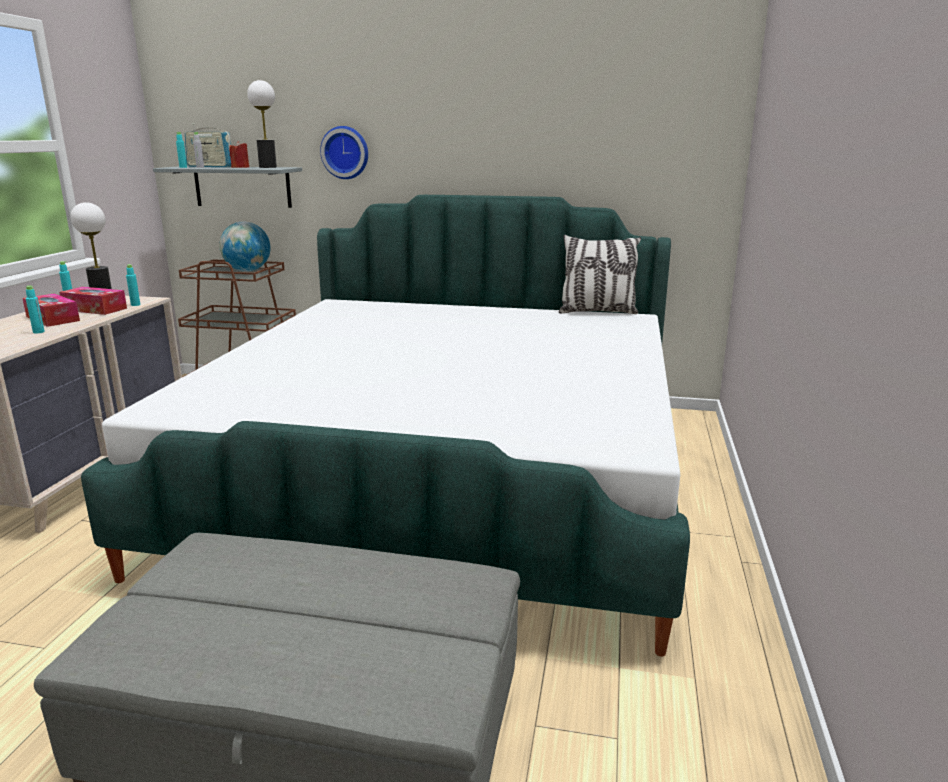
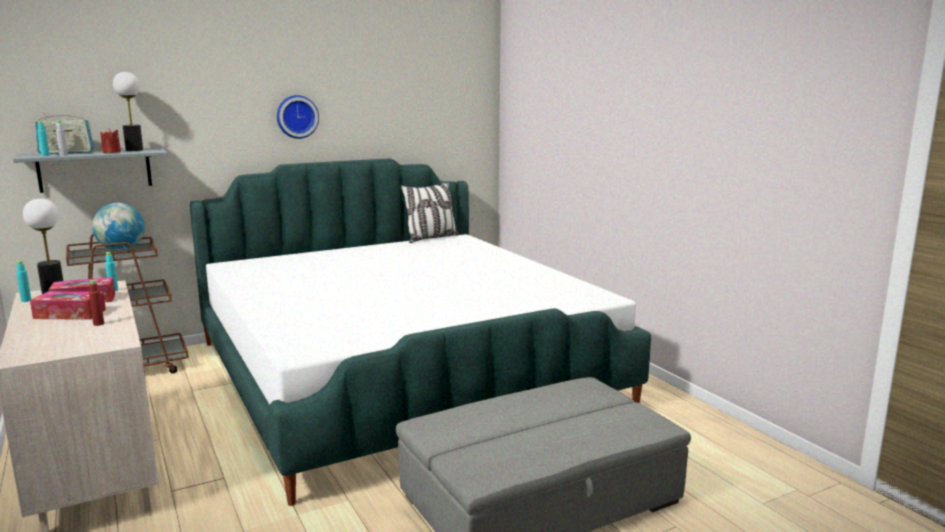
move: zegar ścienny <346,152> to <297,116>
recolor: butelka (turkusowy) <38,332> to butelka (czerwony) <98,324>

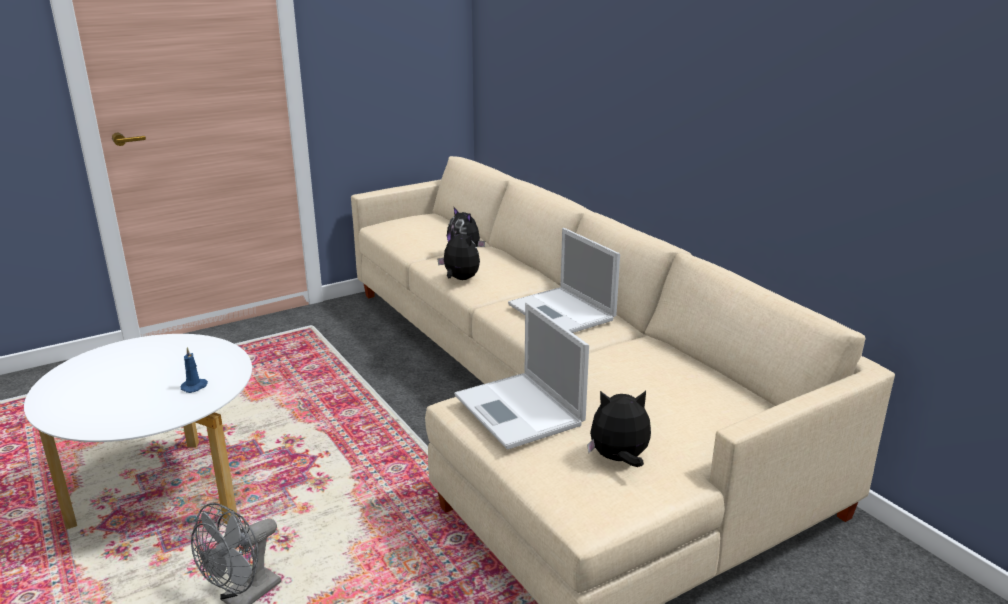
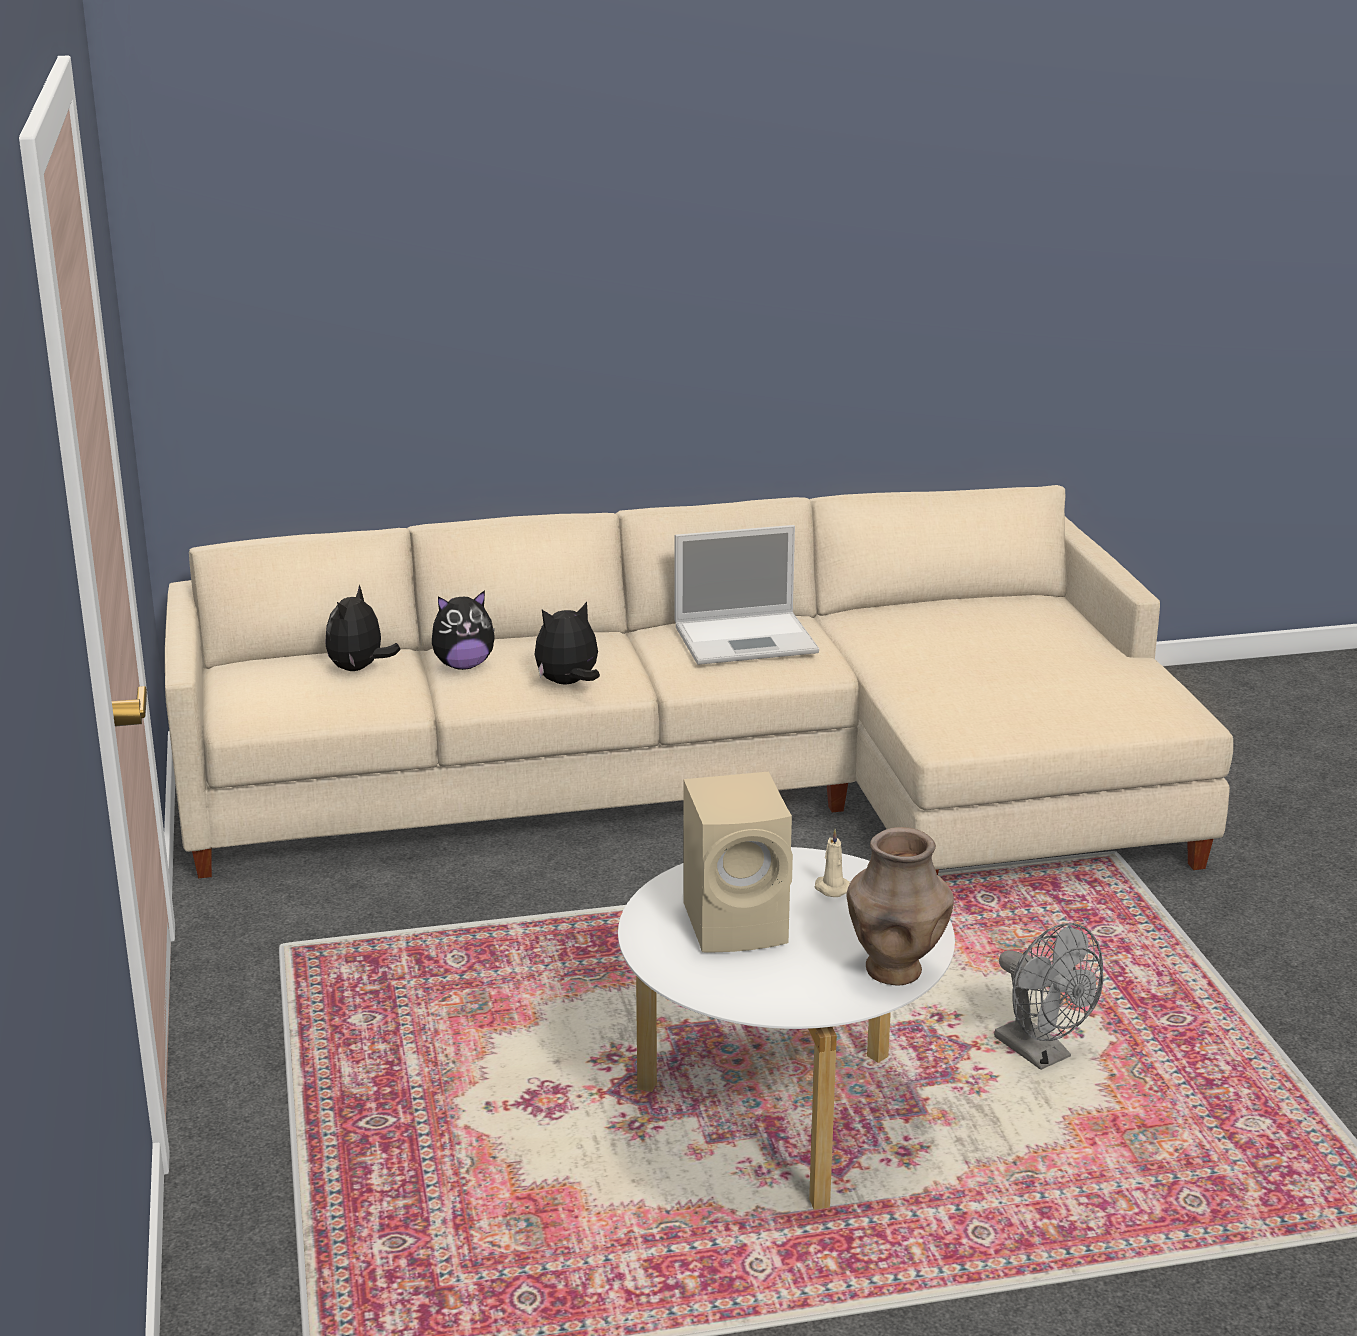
delete: laptop <520,411>
insert: głośnik (beżowy) <739,924>; wazon (brązowy) <894,971>
move: pluszak <619,460> to <359,669>
recolor: świeca (niebieski) <195,386> to świeca (beżowy) <831,888>

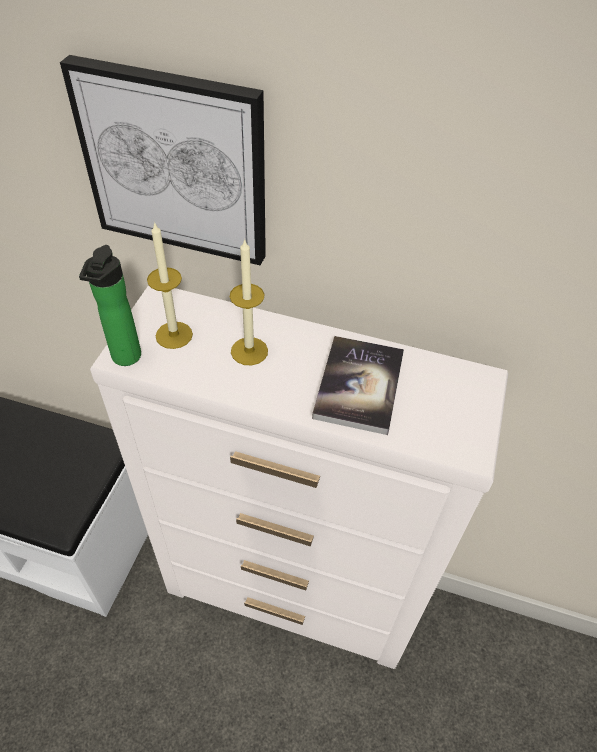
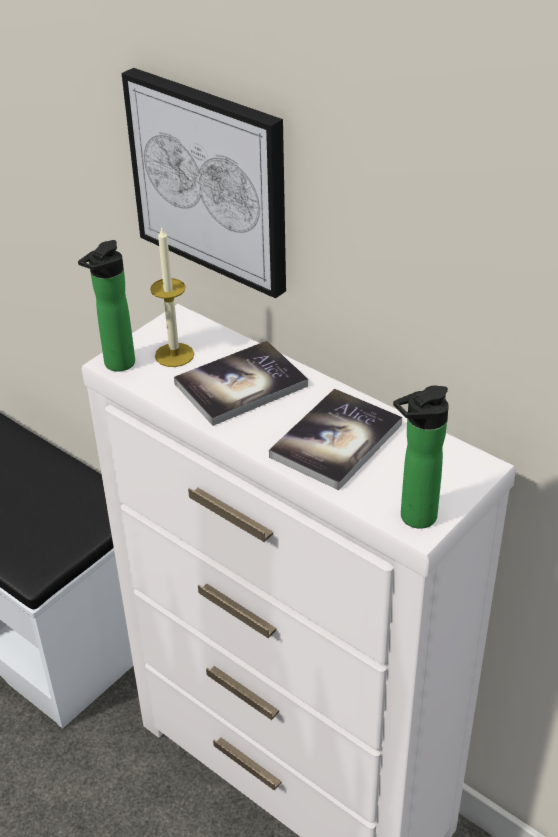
insert: butelka <413,518>
replace: świeca <249,351> to książka <241,385>

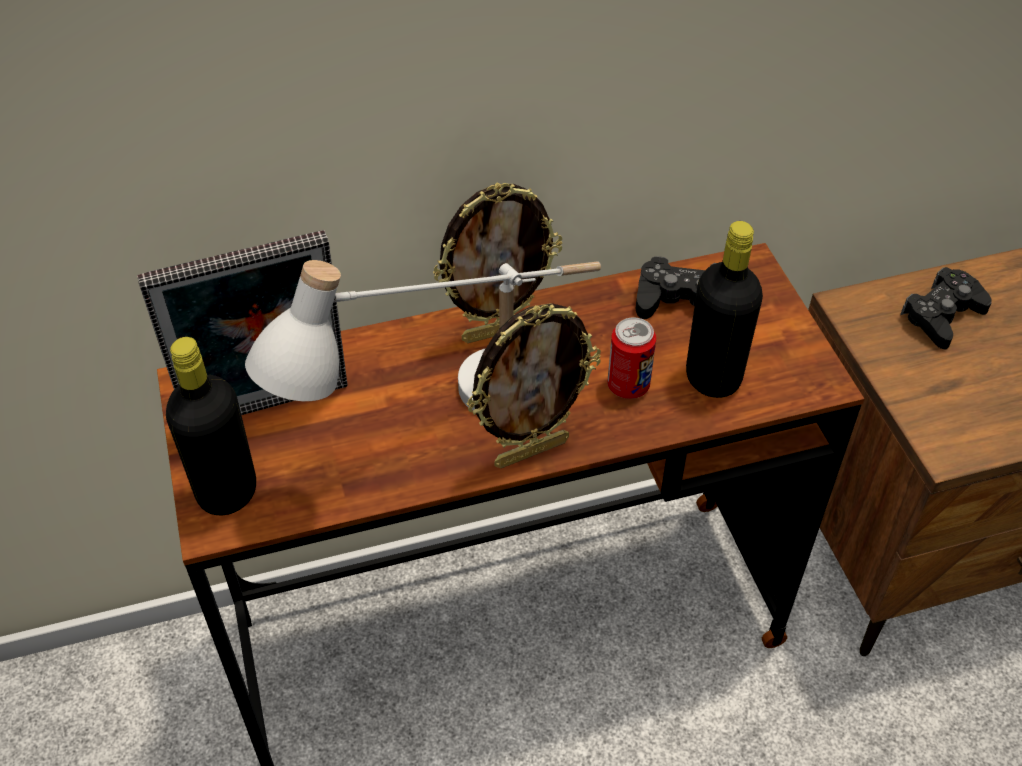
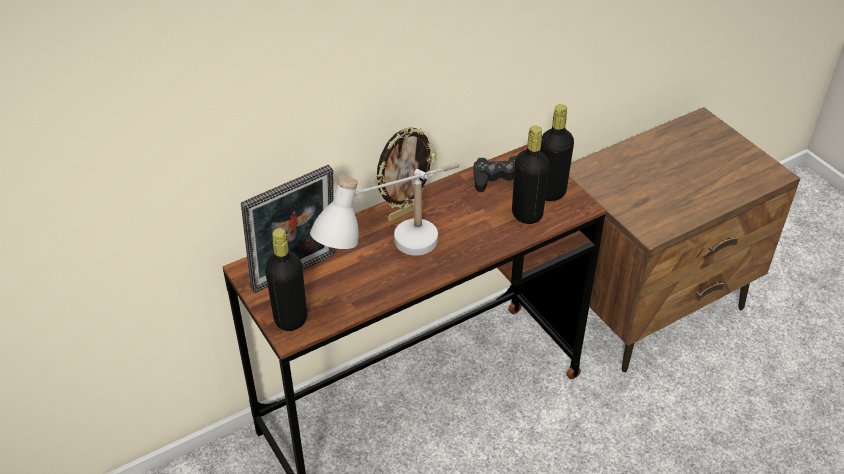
delete: ramka na zdjęcie <531,451>; puszka <628,386>; pad do gier (czarny) <942,315>
insert: butelka (czarny) <550,192>

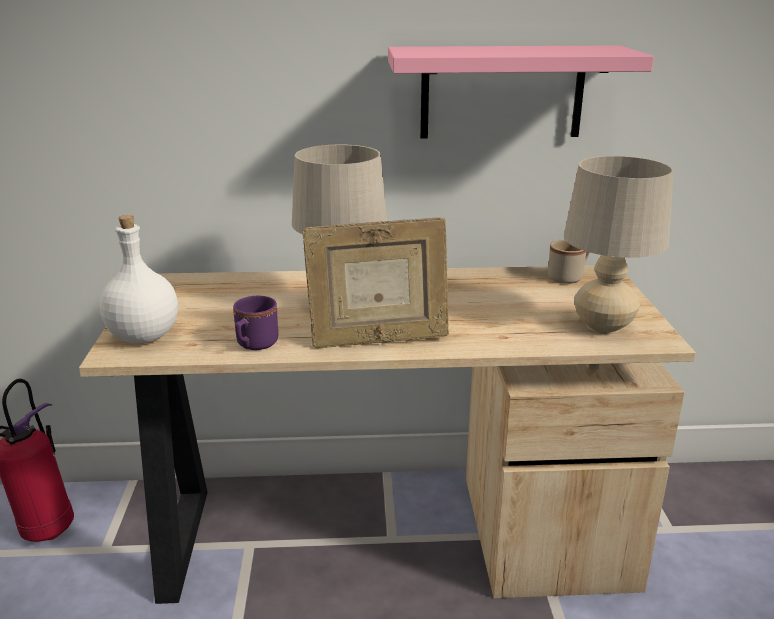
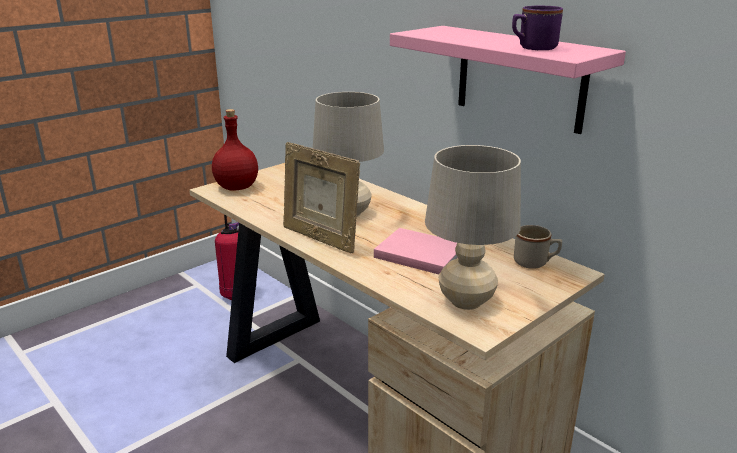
insert: książka (różowy) <418,253>
move: kubek (fioletowy) <254,345> to <532,48>
recolor: butelka (biały) <145,336> to butelka (czerwony) <237,187>

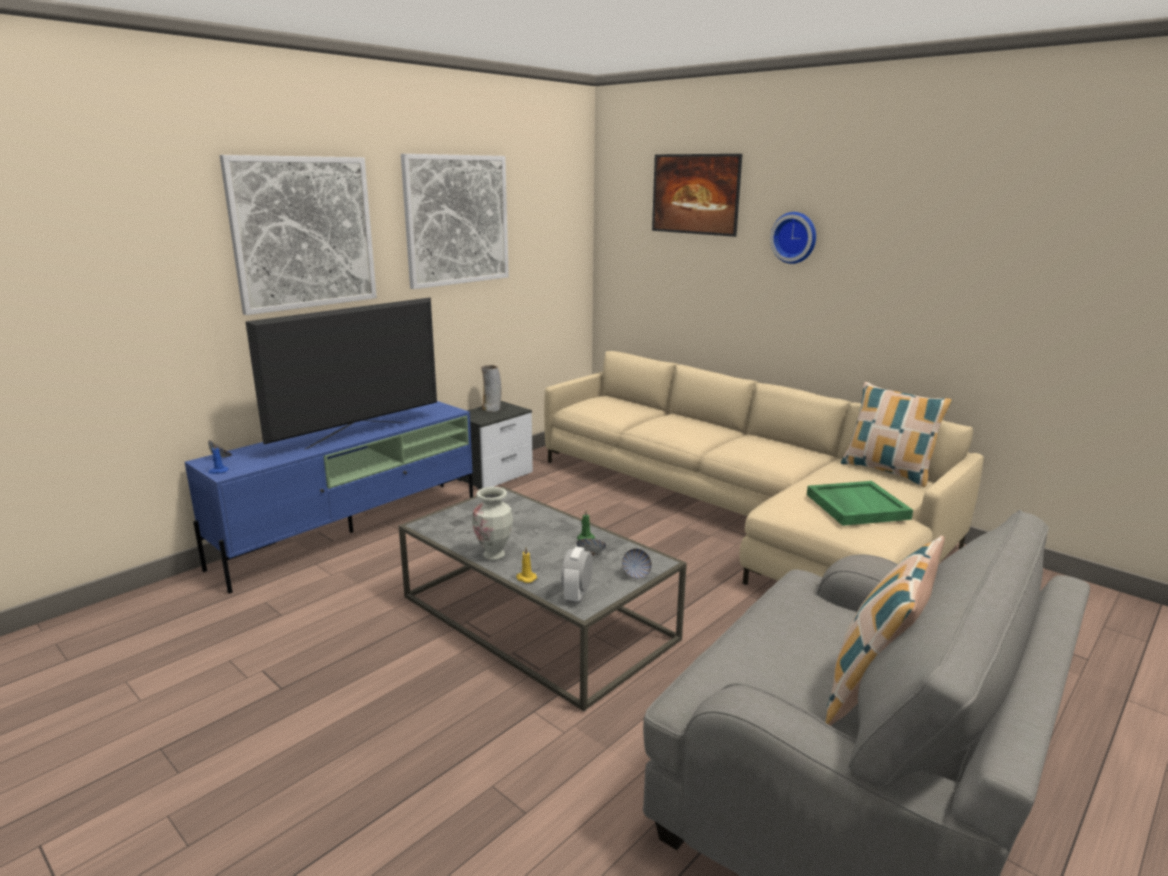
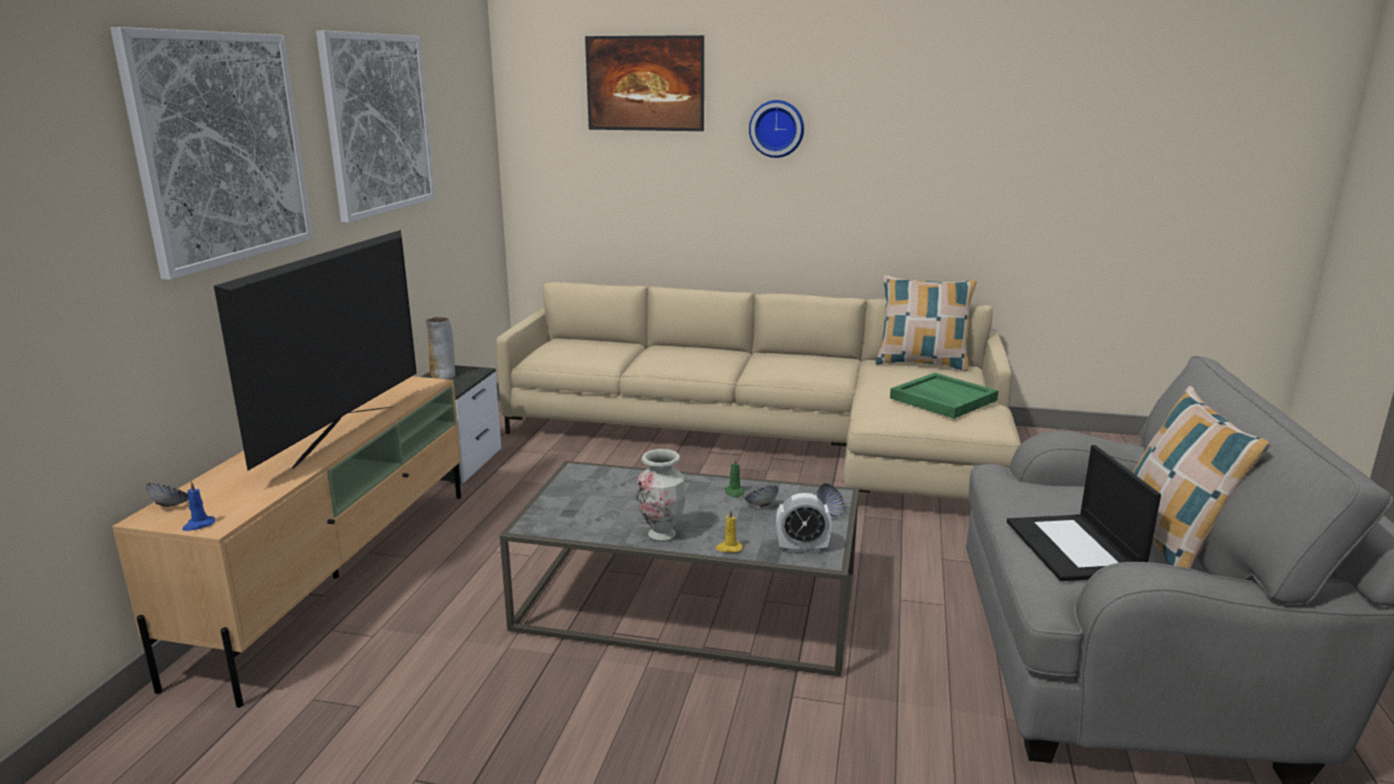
insert: laptop <1075,548>
recolor: szafka pod telewizor (niebieski) <353,531> to szafka pod telewizor (beżowy) <338,575>
rotate: budzik <577,595> = <802,548> 75 degrees counterclockwise

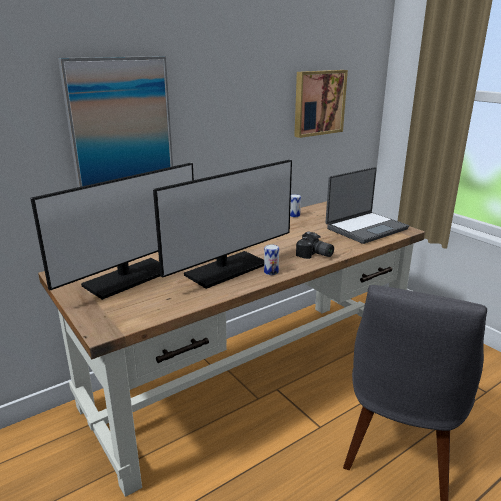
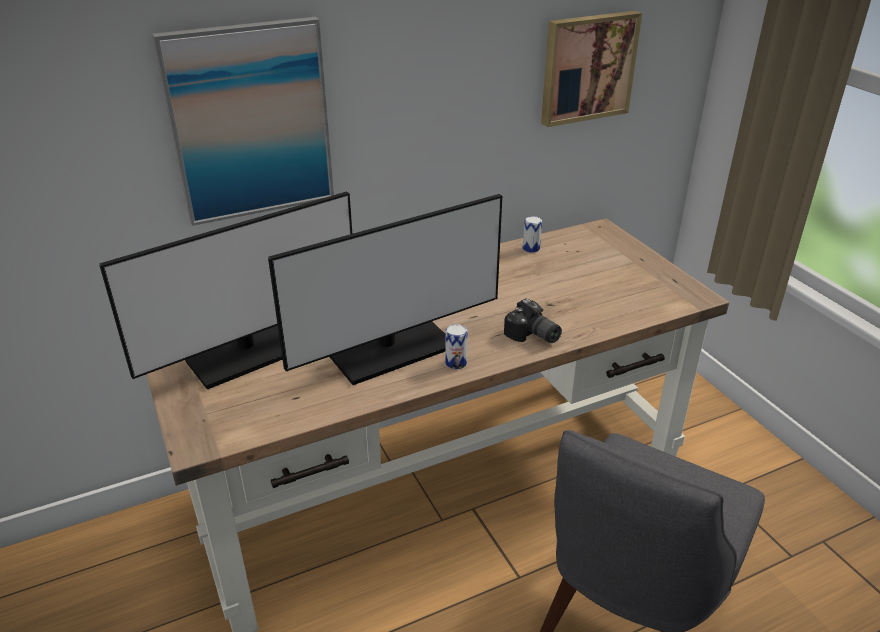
delete: laptop <365,228>

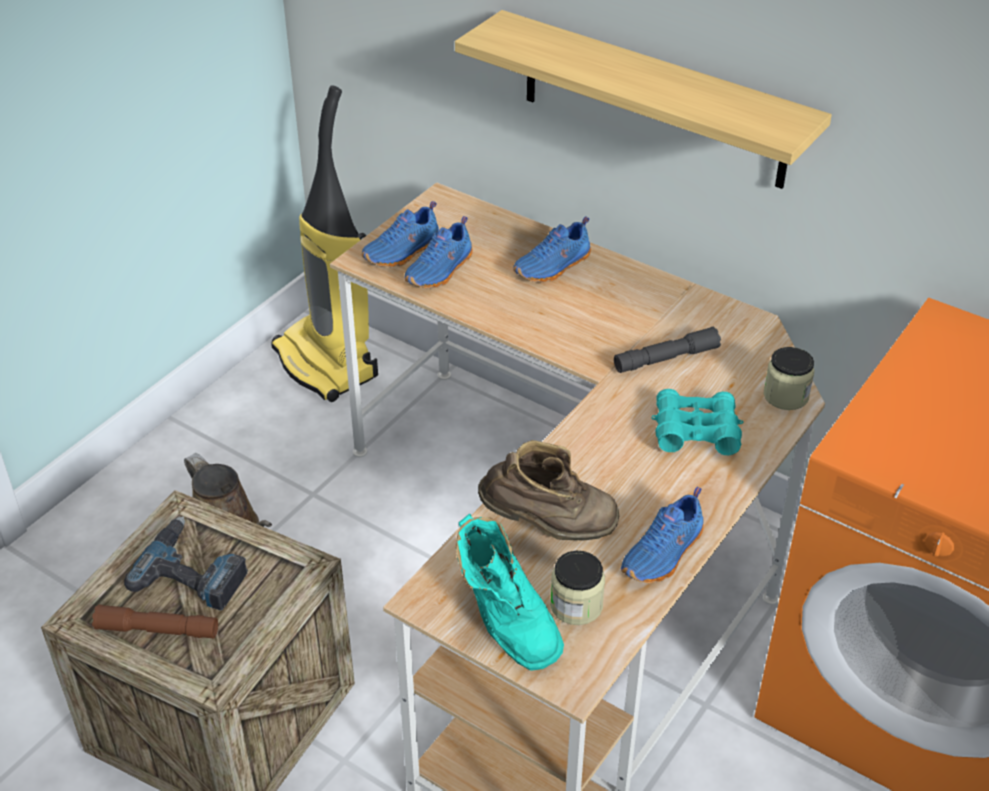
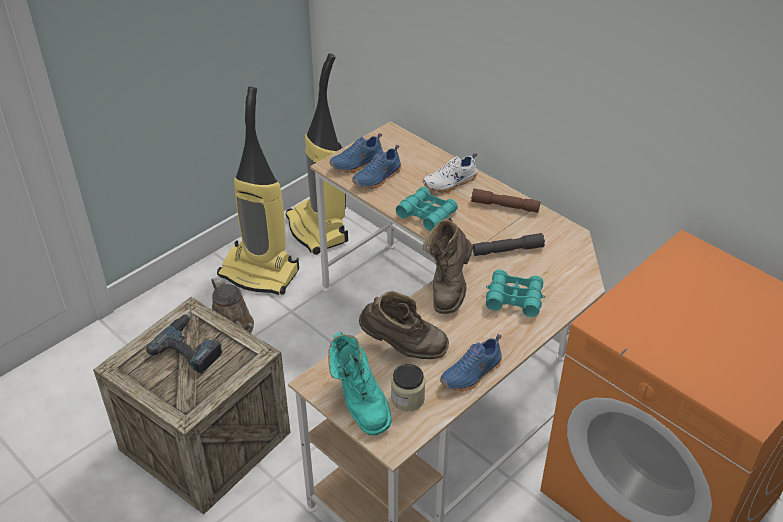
delete: półka <653,100>; słoik <786,396>
insert: odkurzacz <260,273>; lornetka (turkusowy) <426,214>; but z cholewką (brązowy) <449,287>
move: latarka (brązowy) <157,630> to <505,206>
recolor: but (niebieski) <553,267> to but (biały) <450,183>

